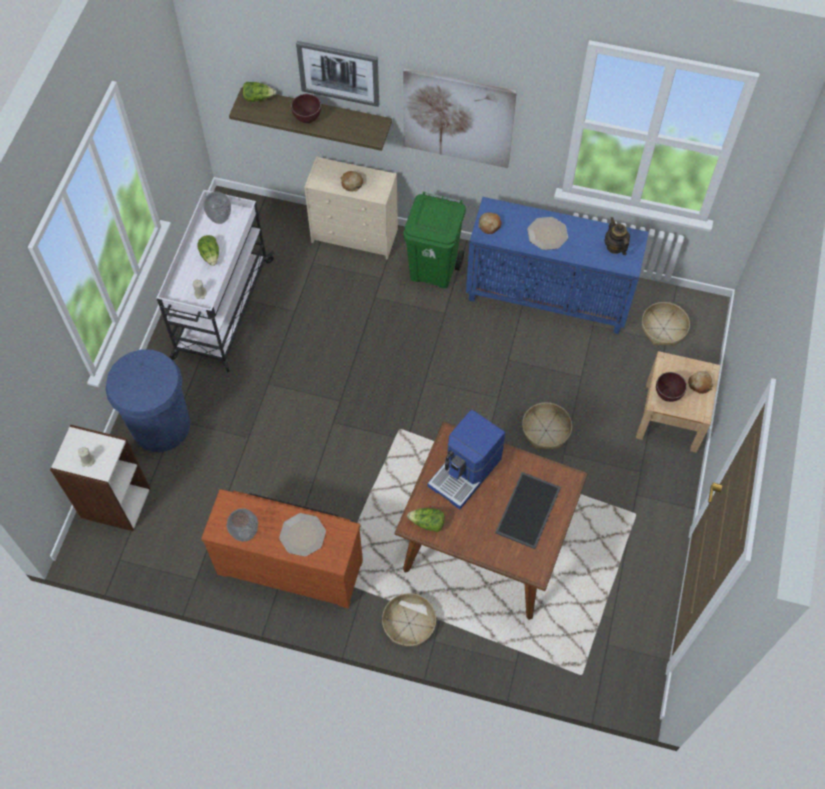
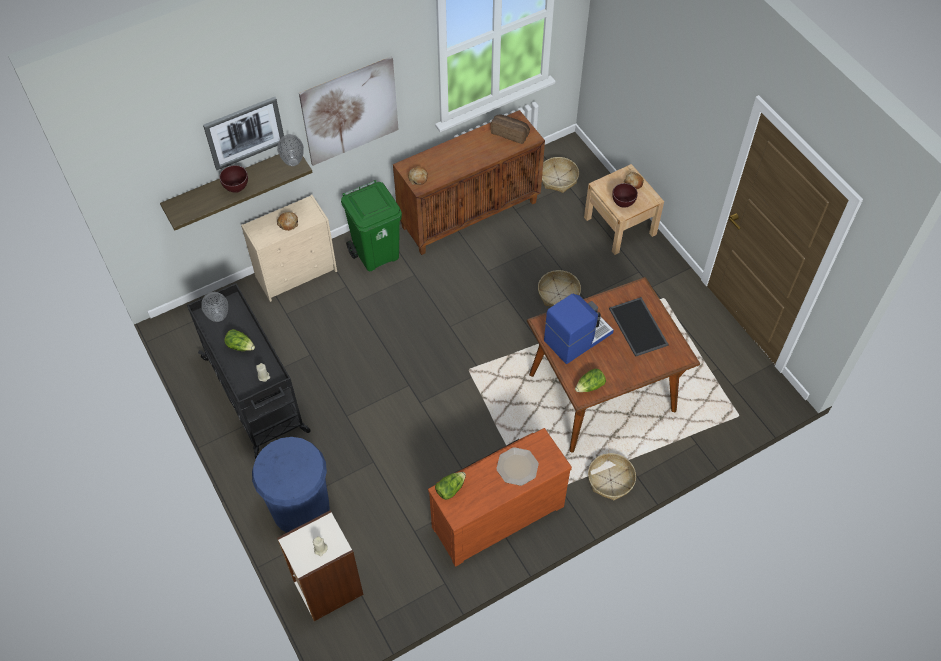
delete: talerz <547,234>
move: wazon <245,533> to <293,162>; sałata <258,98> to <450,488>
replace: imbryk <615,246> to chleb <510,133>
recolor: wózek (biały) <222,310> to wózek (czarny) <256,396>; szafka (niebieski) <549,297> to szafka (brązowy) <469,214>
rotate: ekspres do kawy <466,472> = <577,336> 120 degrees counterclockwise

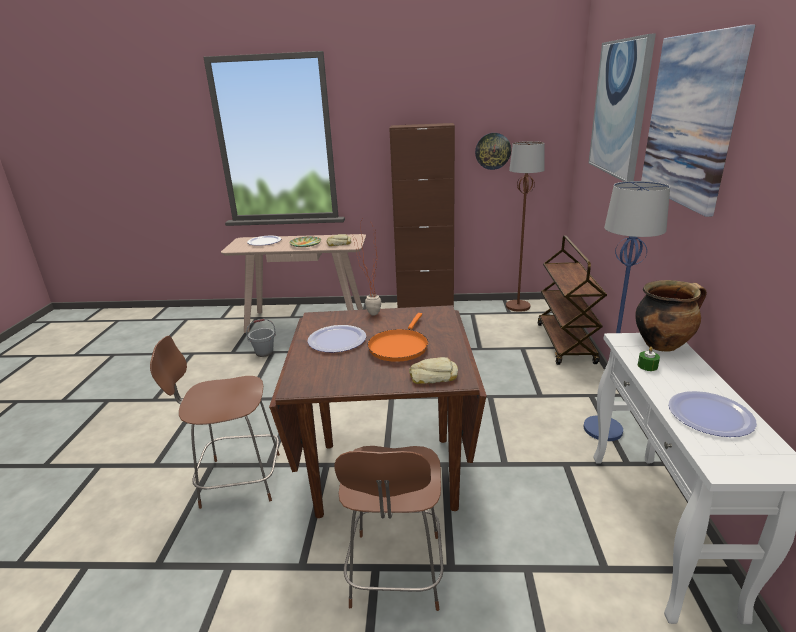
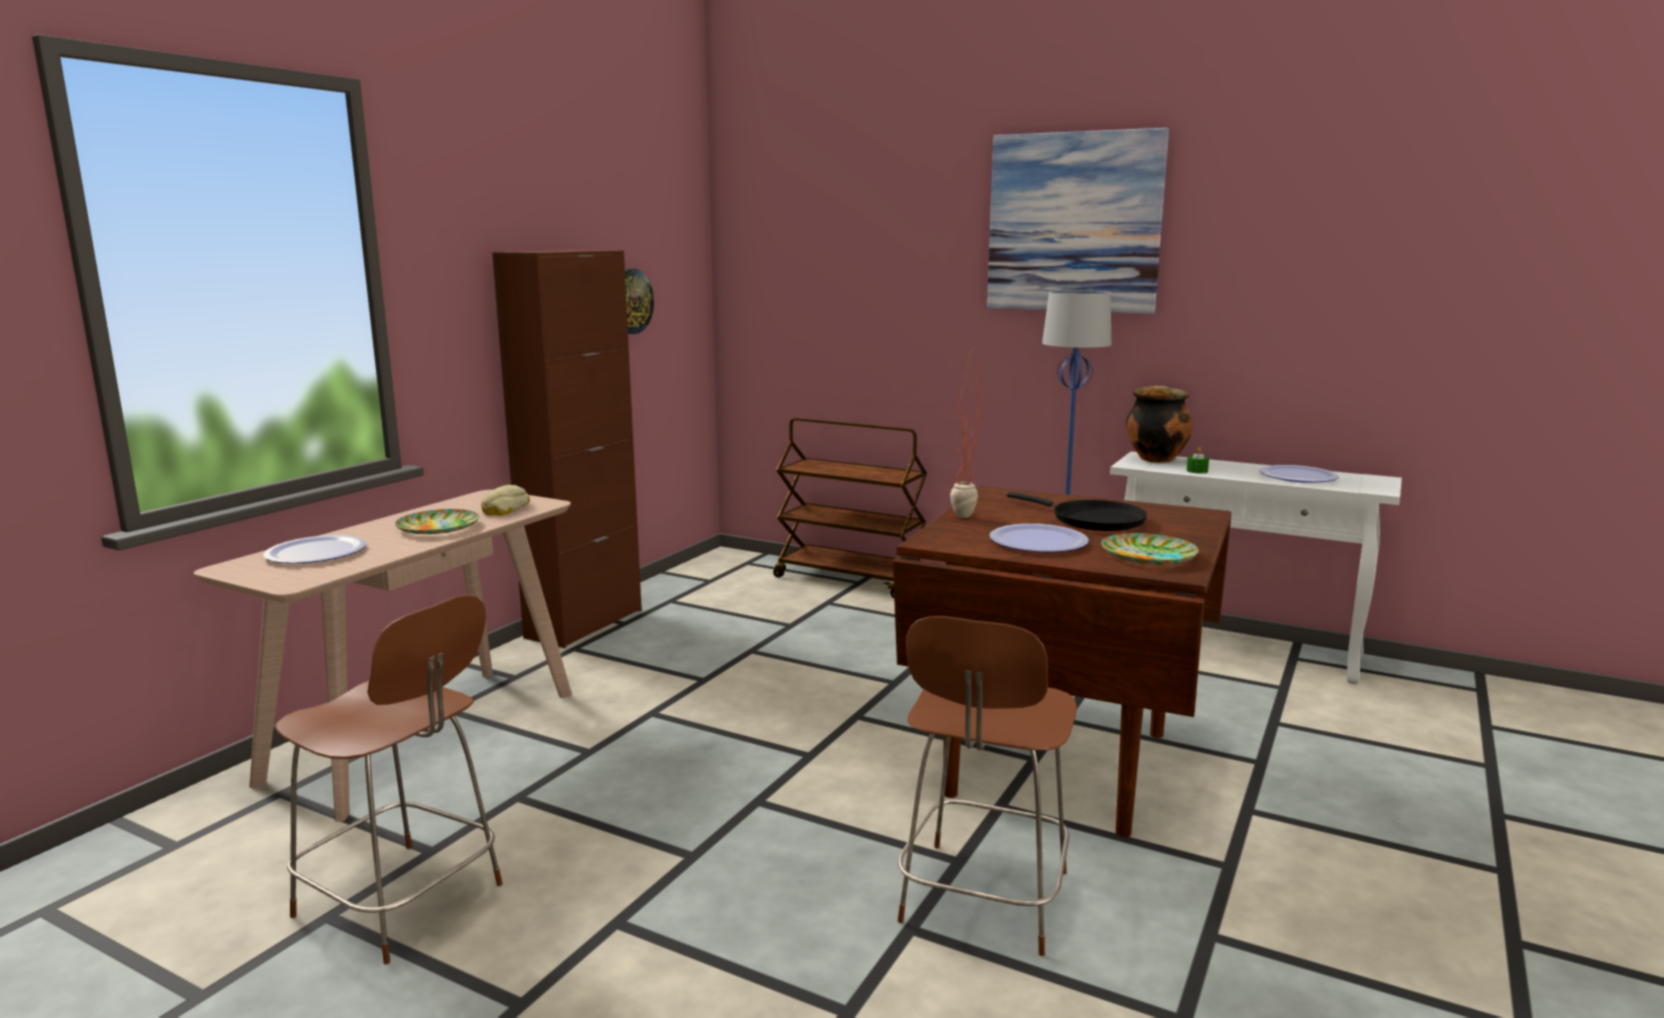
delete: wiadro (szary) <264,352>; chleb <433,376>; lampa stojąca (brązowy) <518,306>; obraz <619,108>
insert: talerz <1148,555>
move: stołek (brązowy) <395,574> to <404,902>
recolor: patelnia (pomarańczowy) <399,346> to patelnia (czarny) <1092,520>

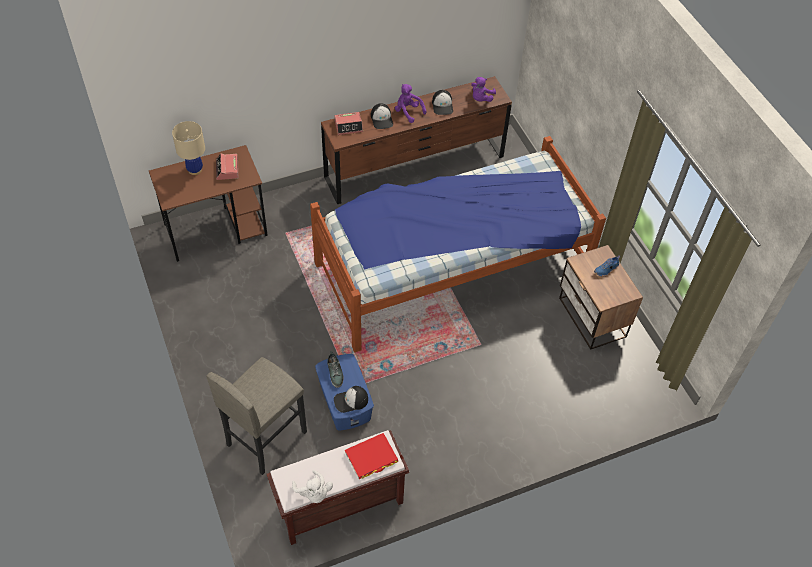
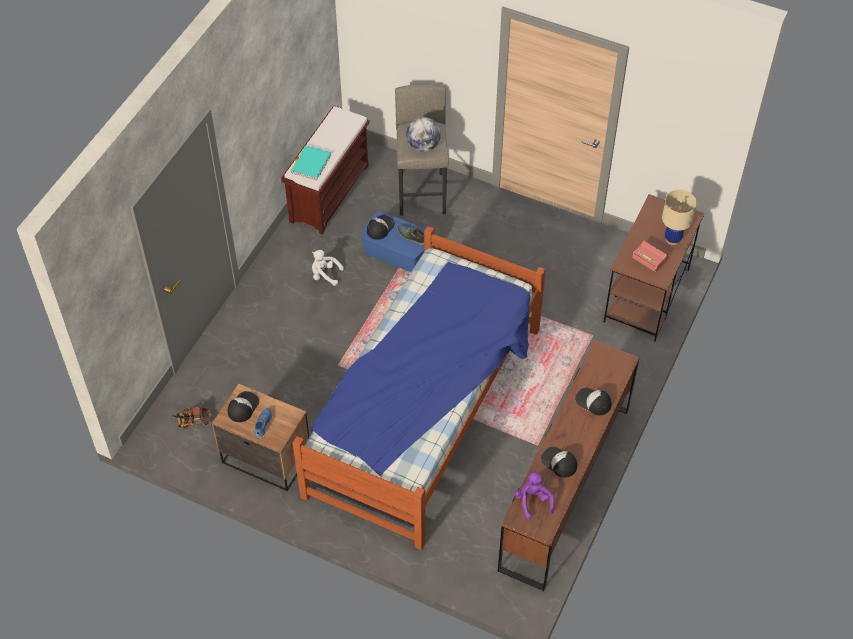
delete: budzik <348,126>; pluszak (fioletowy) <408,112>
insert: ciężarówka zabawkowa <192,421>; czapka z daszkiem <242,407>; globus <423,146>
move: pluszak (biały) <314,493> to <325,275>
recolor: książka (czerwony) <371,457> to książka (turkusowy) <311,164>

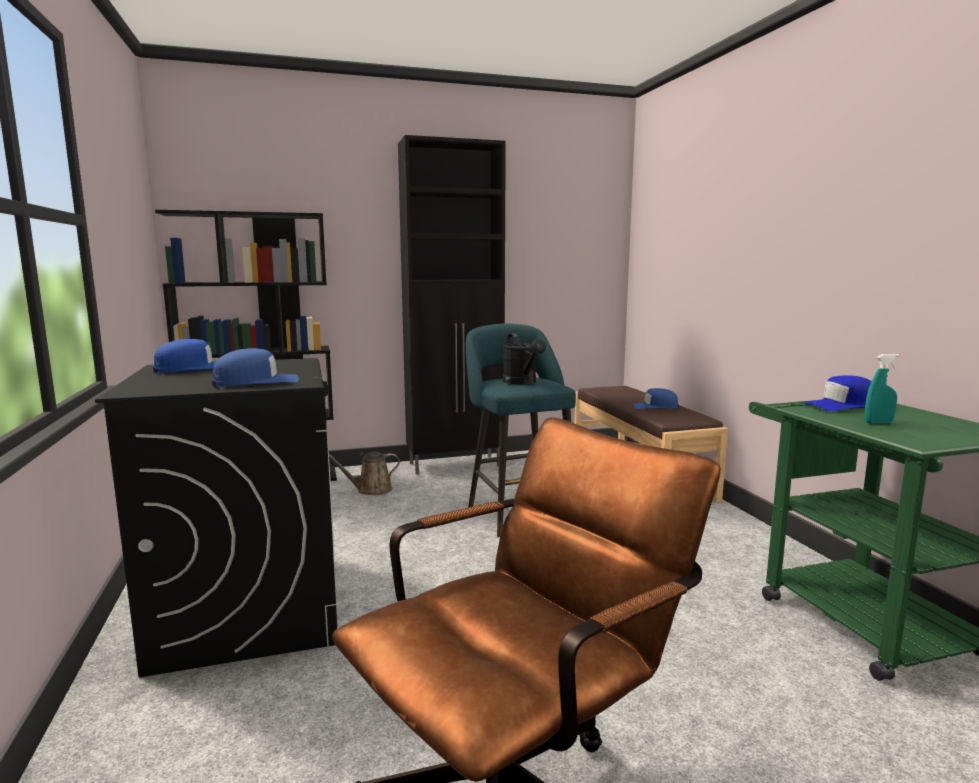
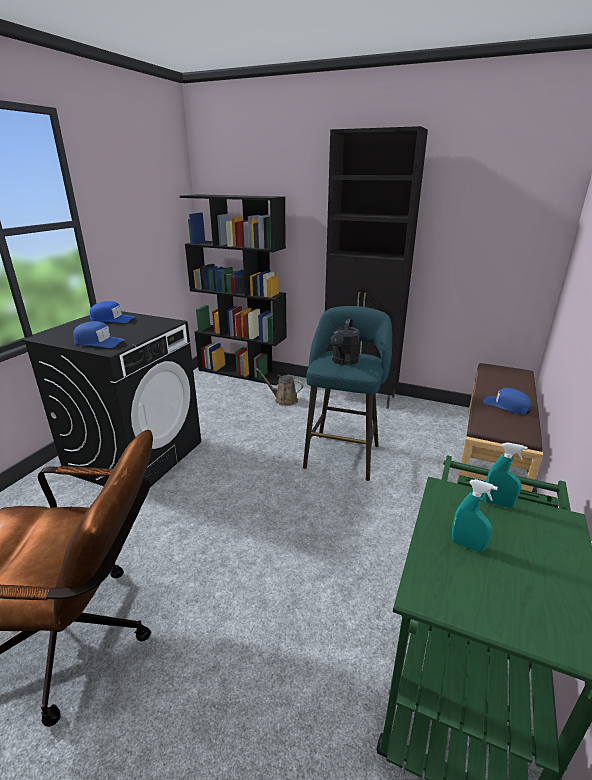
replace: czapka z daszkiem (niebieski) <842,405> to spryskiwacz (turkusowy) <498,503>

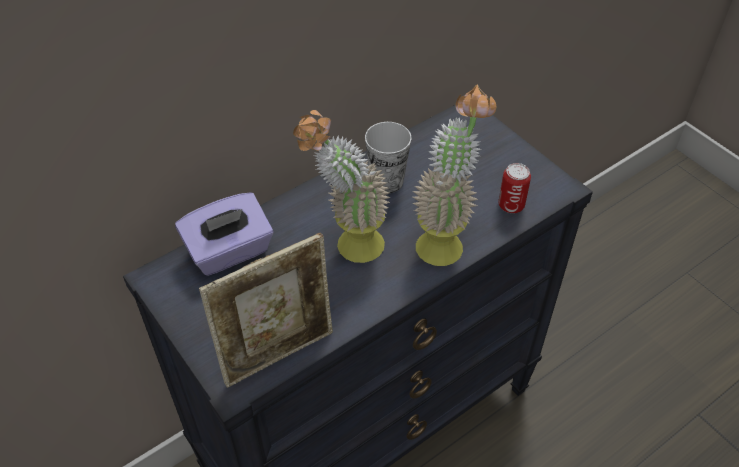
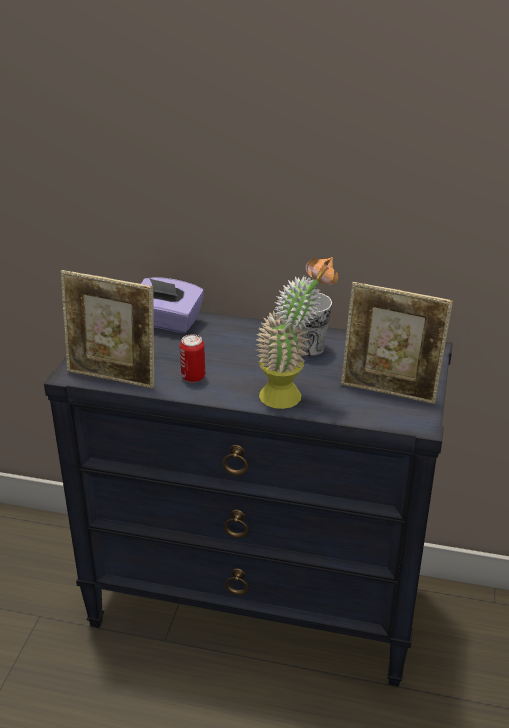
delete: roślina doniczkowa <347,246>
insert: ramka na zdjęcie <389,391>
move: puszka <511,205> to <193,377>

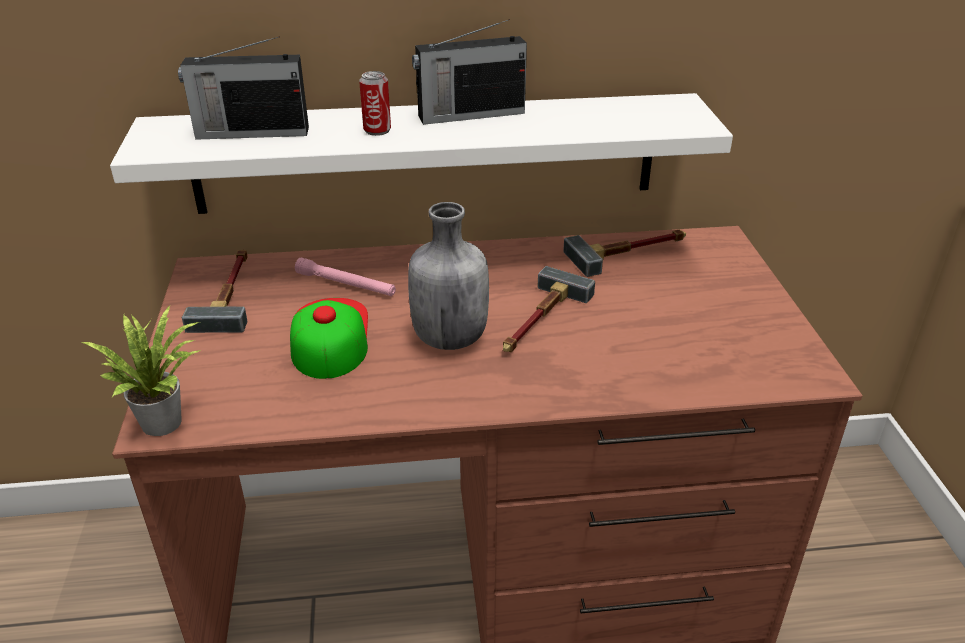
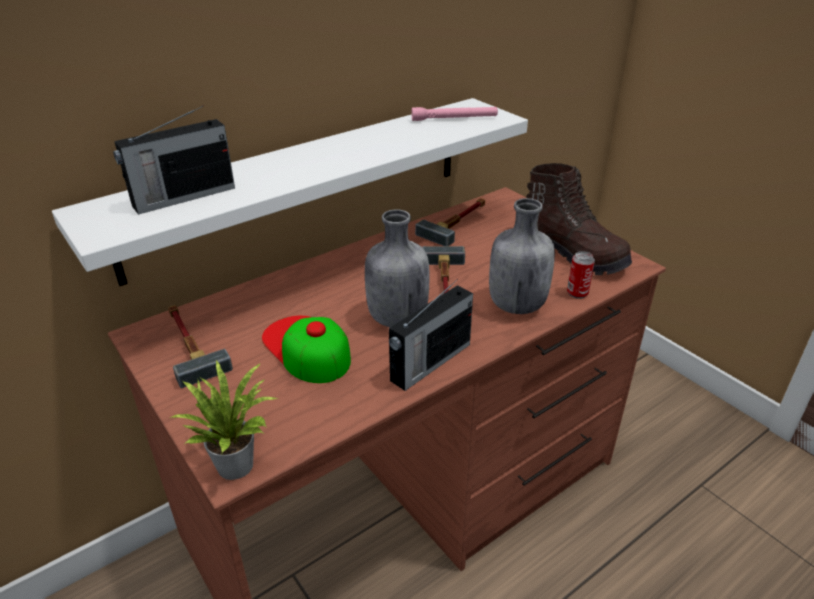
insert: butelka (szary) <516,305>; but z cholewką (brązowy) <573,252>
move: radio <469,115> to <429,363>; latarka (różowy) <346,284> to <454,119>; puszka <377,130> to <577,293>

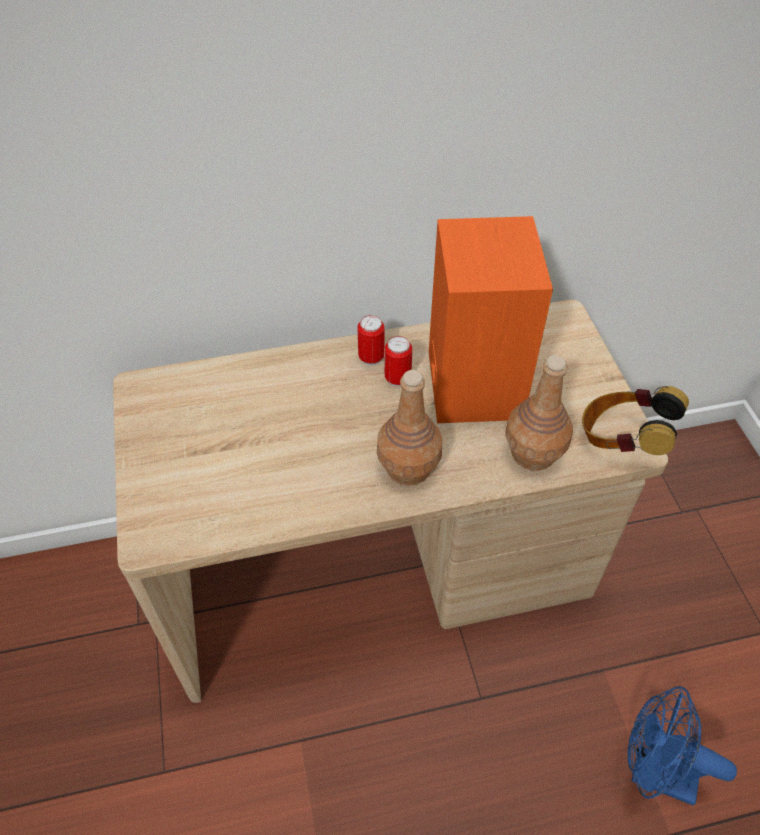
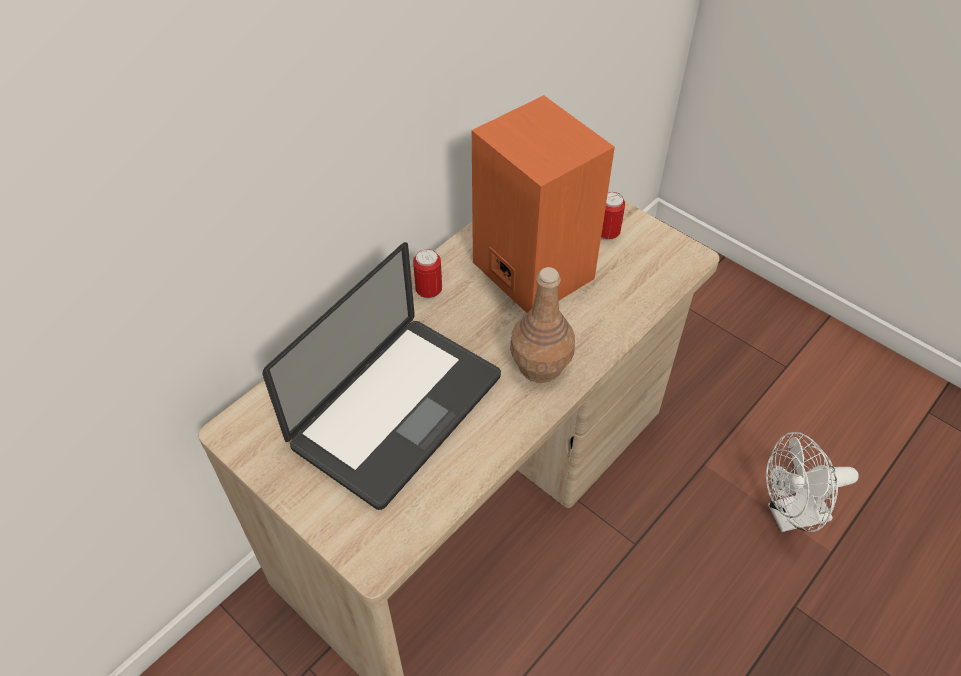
delete: butelka (brązowy) <534,453>; słuchawki <622,439>
insert: laptop <397,411>
move: puszka <397,378> to <607,234>
recolor: wentylator (niebieski) <653,772> to wentylator (biały) <790,516>

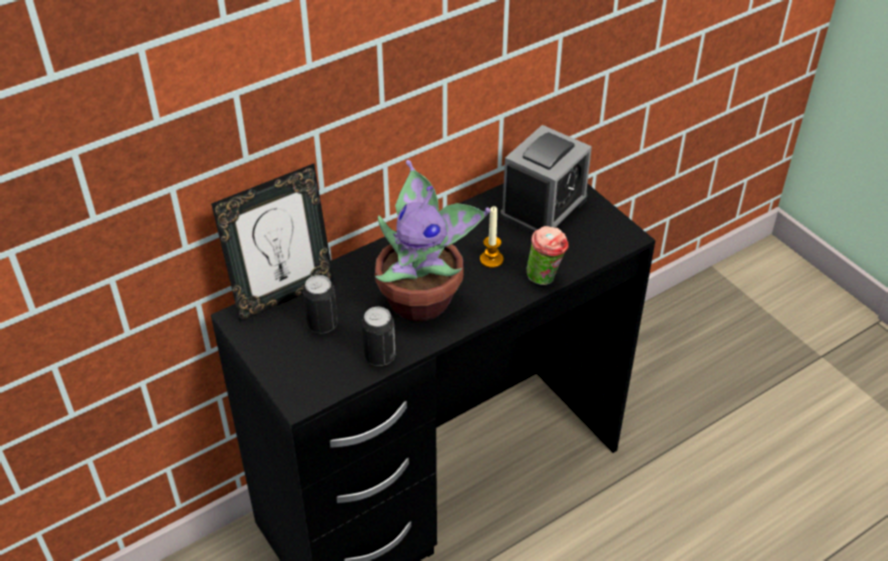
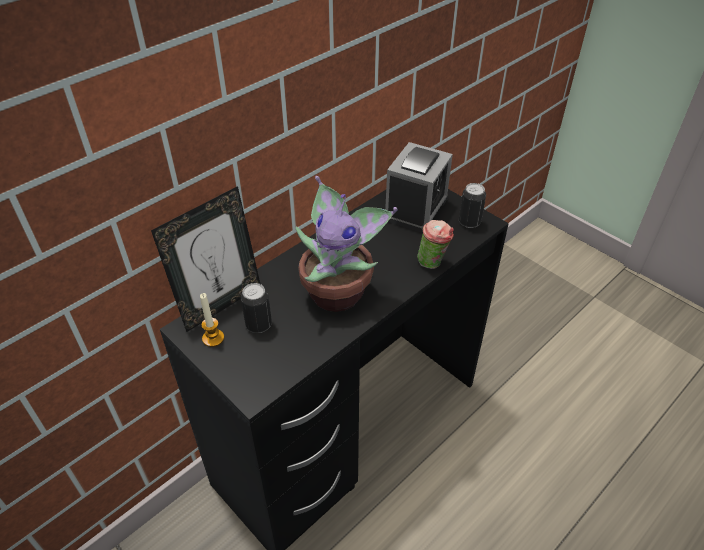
move: świeca <491,259> to <213,338>; puszka <379,356> to <469,222>

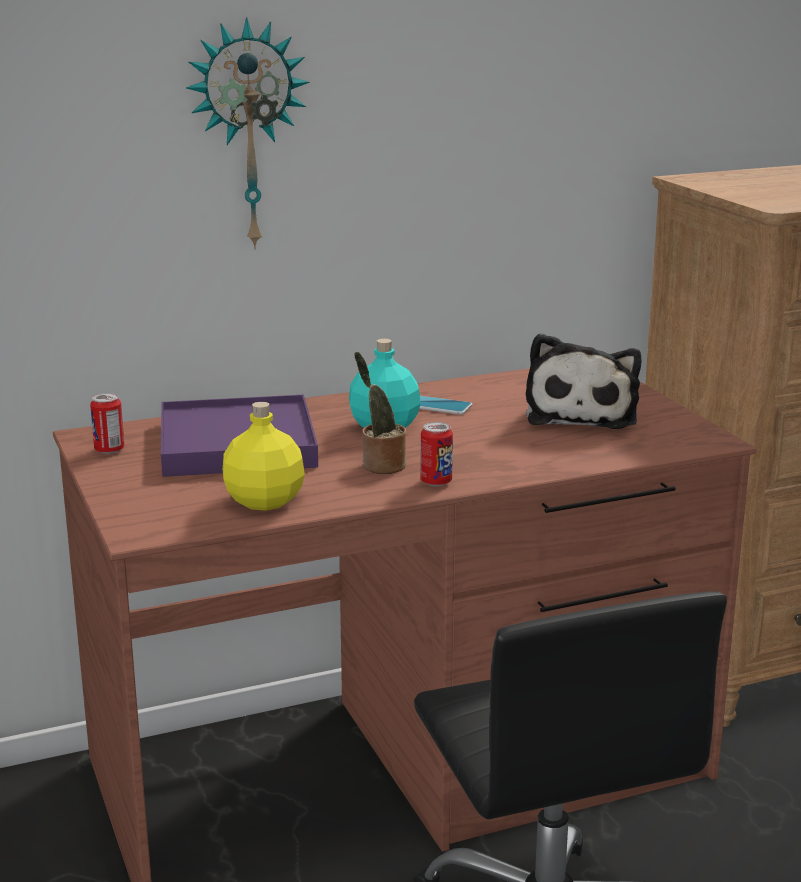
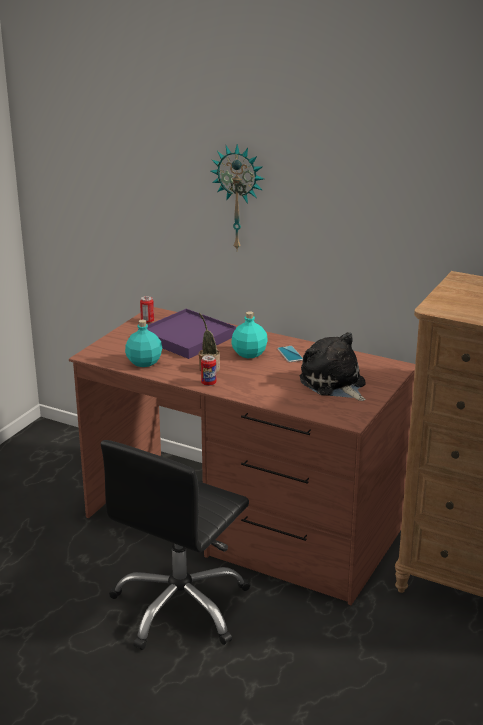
recolor: butelka (żółty) <263,501> to butelka (turkusowy) <143,362>
rotate: pluszak <582,413> = <334,384> 90 degrees clockwise

